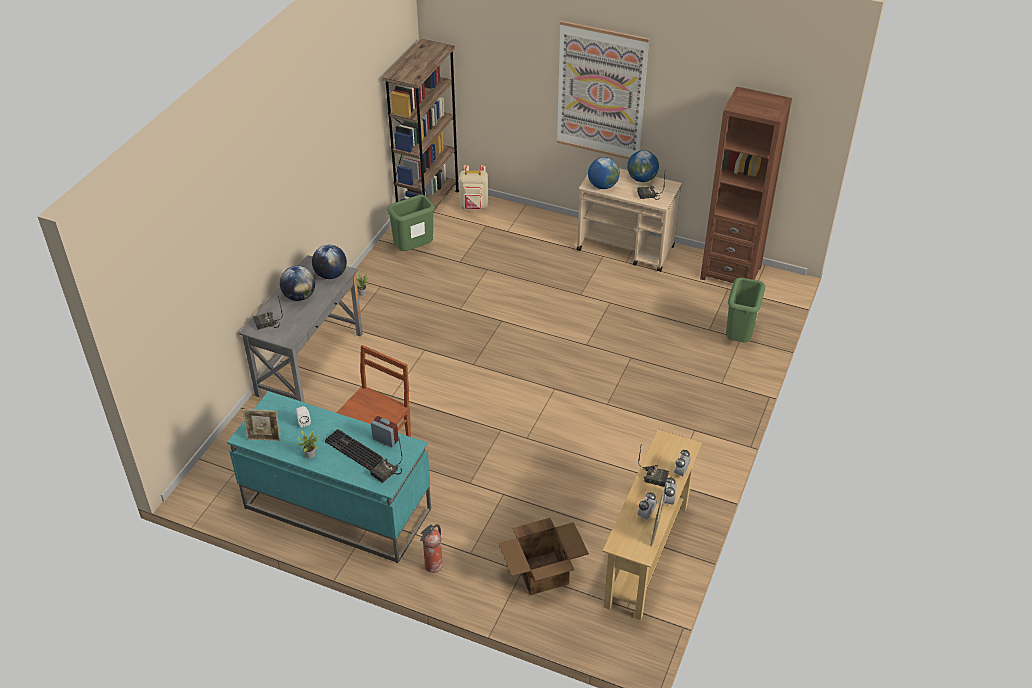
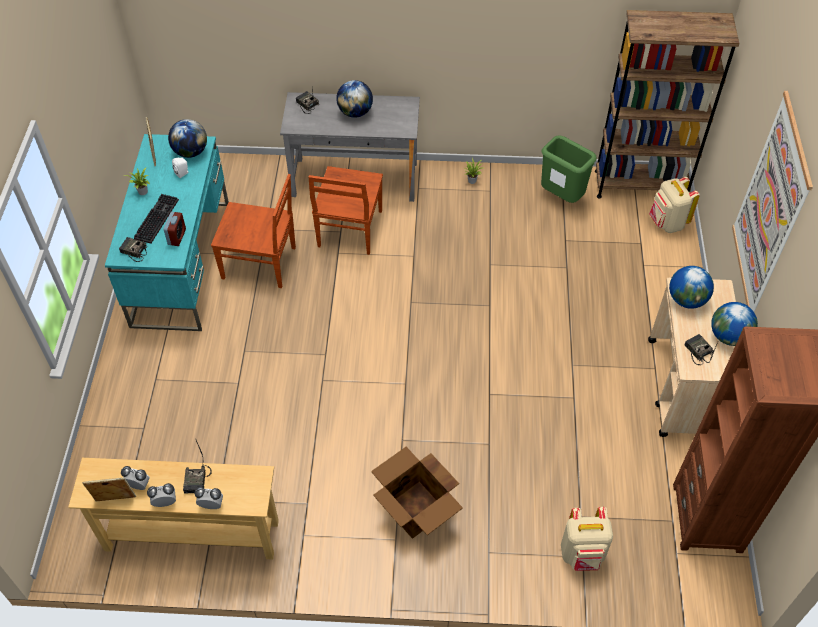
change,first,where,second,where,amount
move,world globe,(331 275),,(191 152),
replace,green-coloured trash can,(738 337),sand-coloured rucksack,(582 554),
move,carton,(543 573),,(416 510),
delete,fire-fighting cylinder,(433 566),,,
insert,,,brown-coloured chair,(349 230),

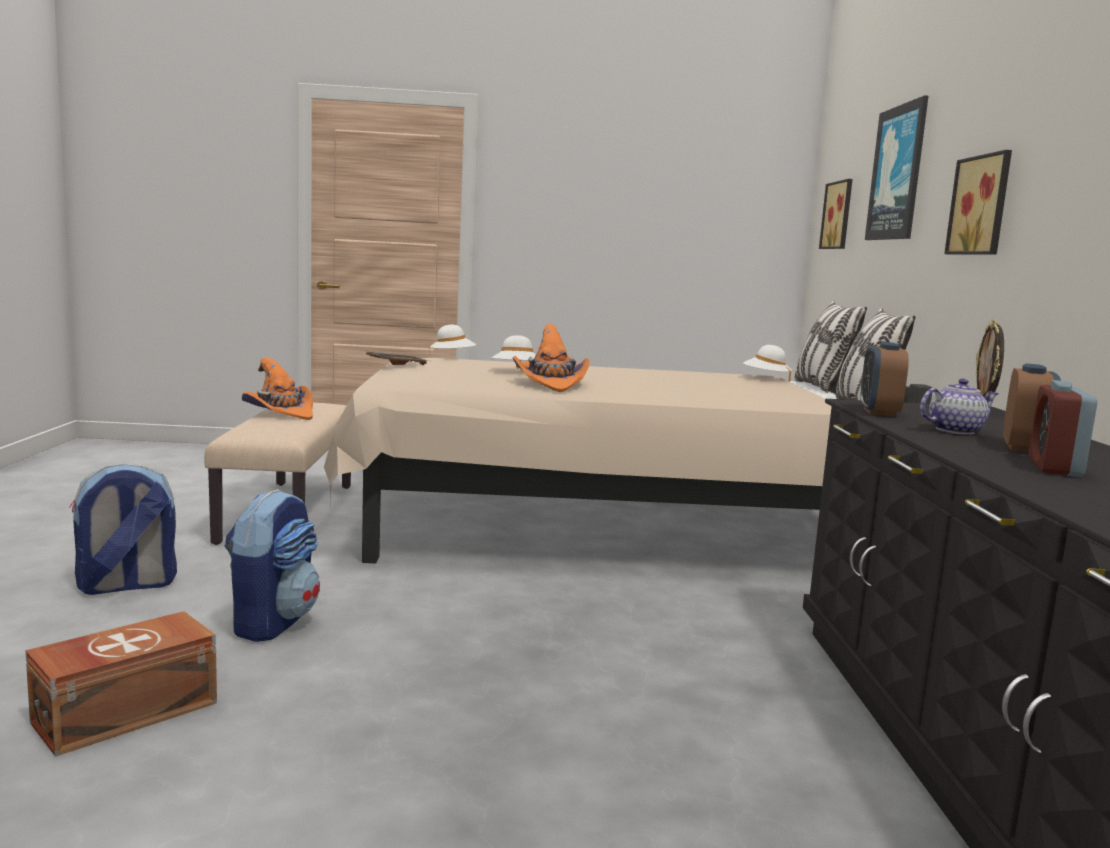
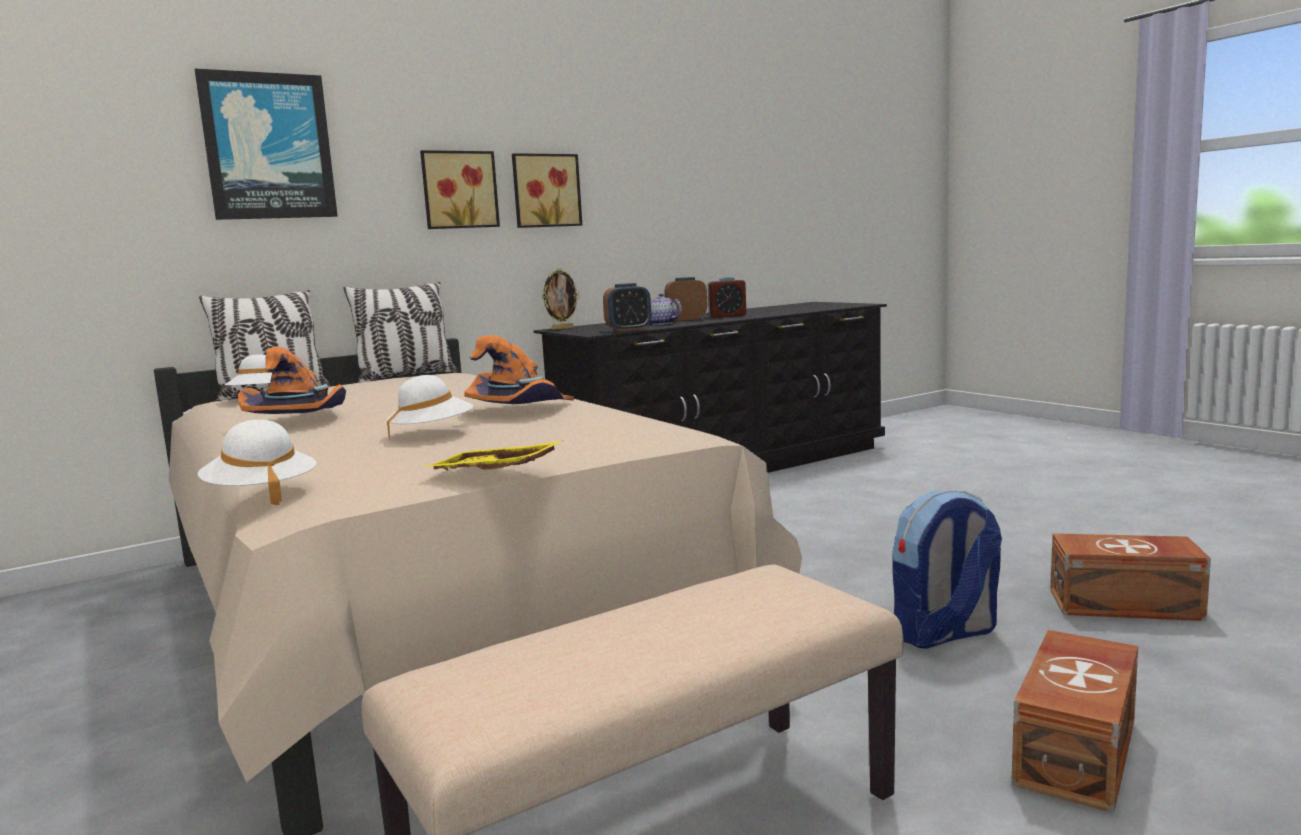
change,first,where,second,where,amount
move,wall art,(839 215),,(545 191),
recolor,grey tray,(395 364),yellow tray,(494 473),
move,orange hat,(280 413),,(299 420),
replace,rucksack,(126 585),brown-coloured storage container,(1079 751),

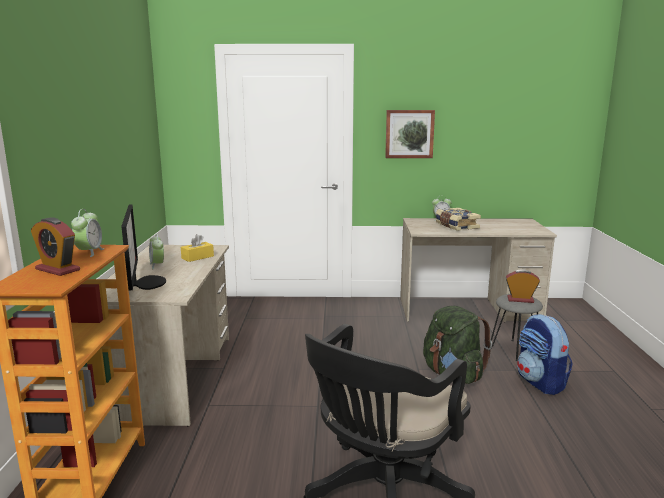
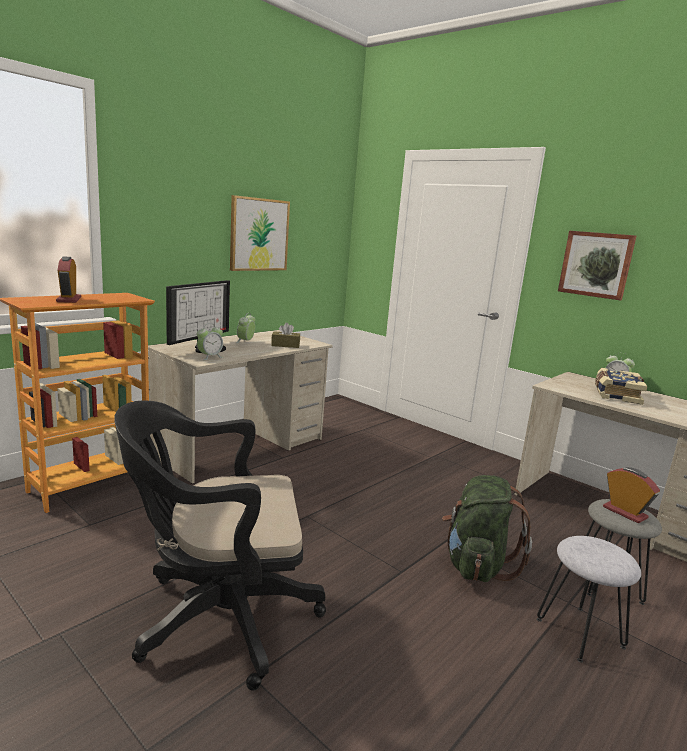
change,first,where,second,where,amount
move,alarm clock,(89 252),,(210 357),
recolor,yellow tissue holder,(197 257),brown-coloured tissue holder,(285 345),
replace,rucksack,(540 382),grey sitting stool,(580 633),
insert,,,wall art,(259 234),

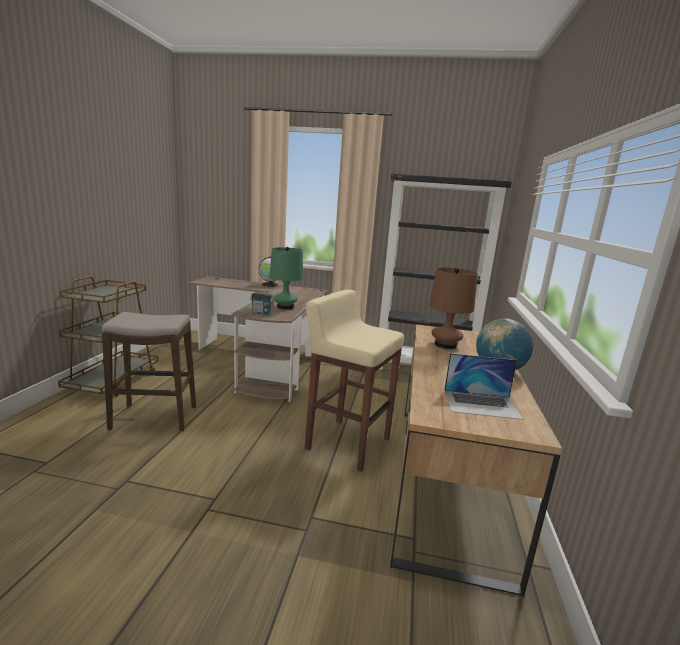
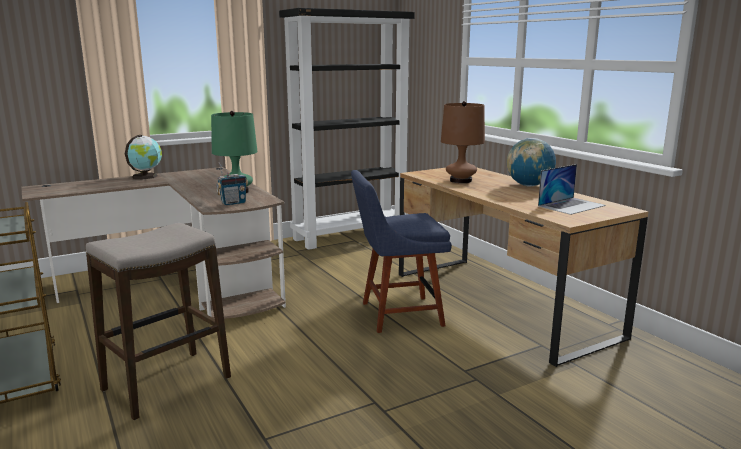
change,first,where,second,where,amount
replace,sand-coloured sitting stool,(347 443),bluish chair,(397 314),

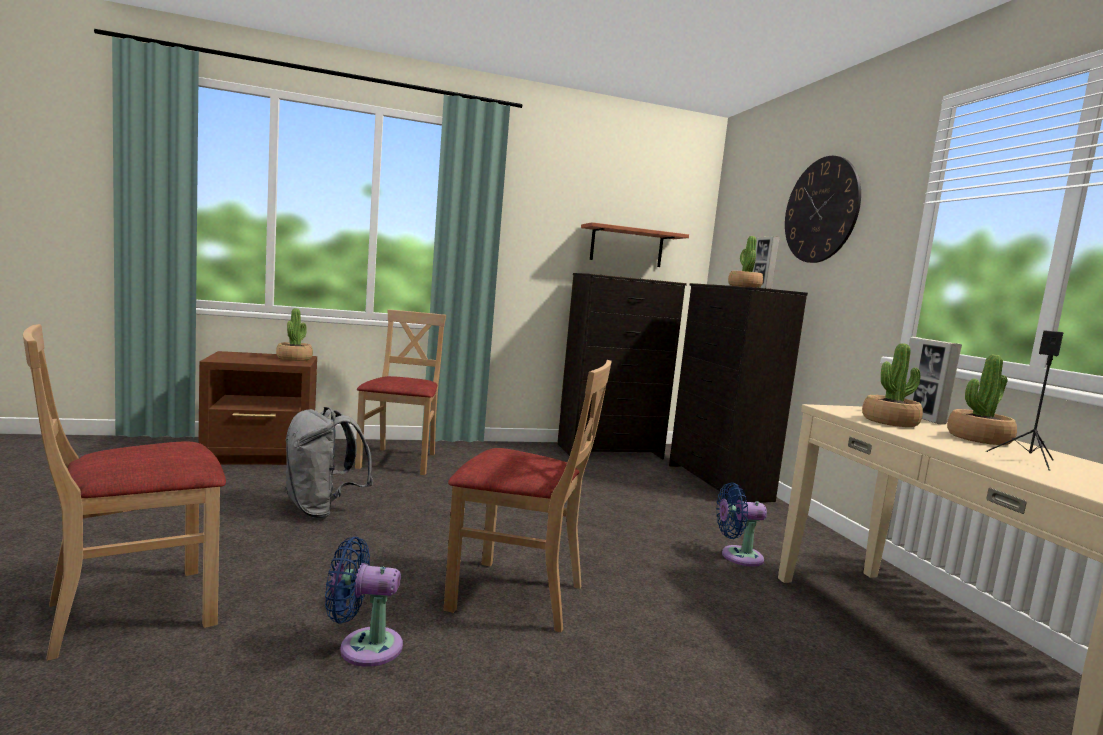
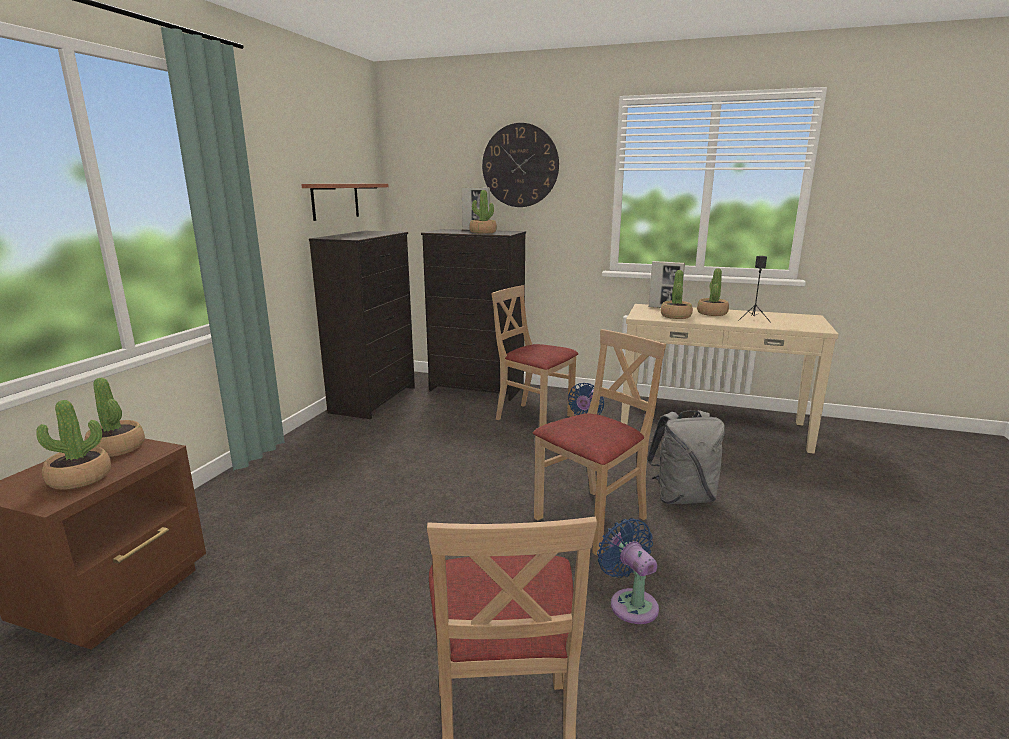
change,first,where,second,where,amount
move,sand-coloured chair,(399 461),,(534 418),
move,grey rucksack,(322 509),,(682 497),
rotate,bluish cooling fan,(364 646),,(630 603),120 degrees clockwise
insert,,,plant in a pot,(80 478),

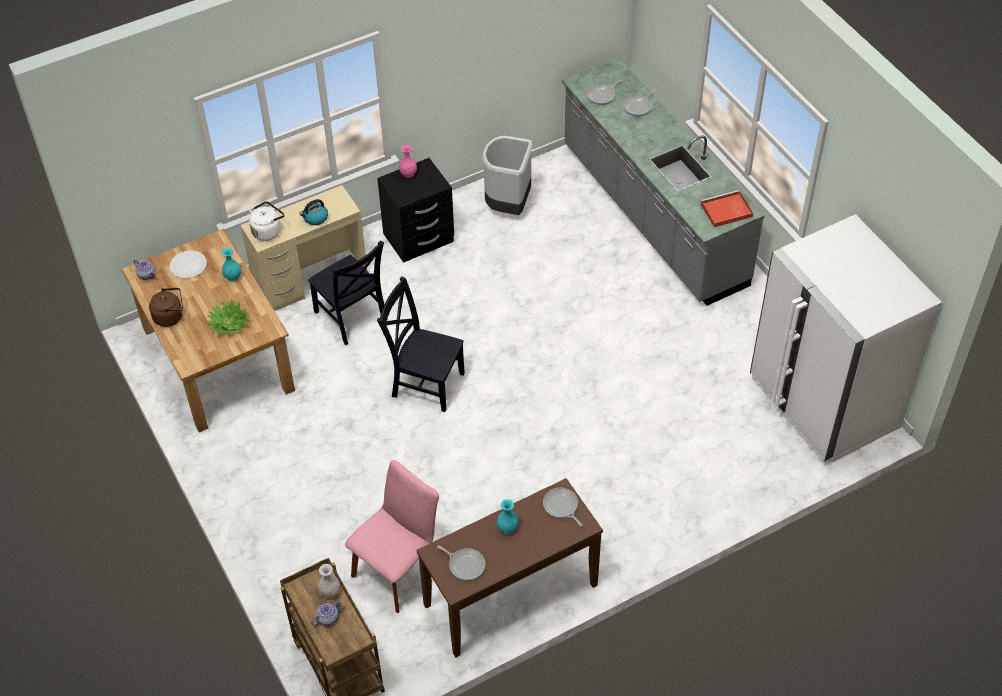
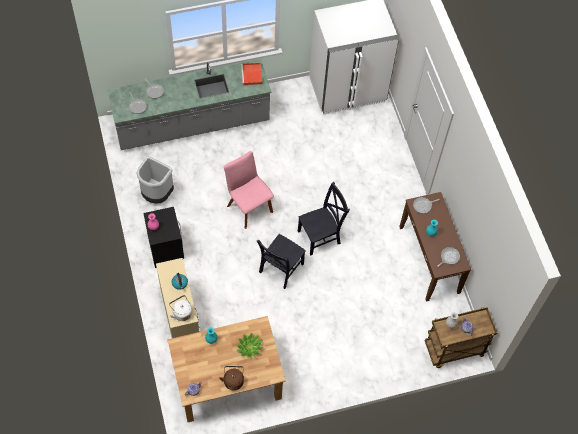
change,first,where,second,where,amount
move,black-coloured chair,(352 318),,(321 236),
delete,whitish dinner plate,(188 265),,,
move,pinkish chair,(398 570),,(248 207),

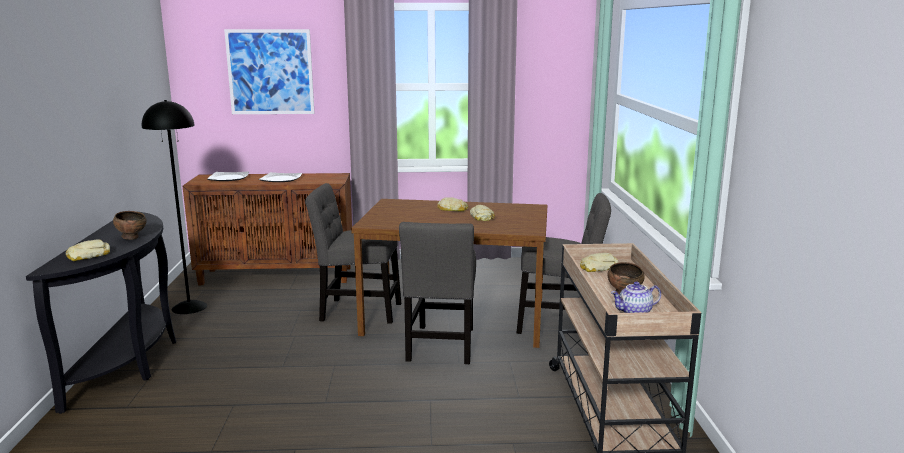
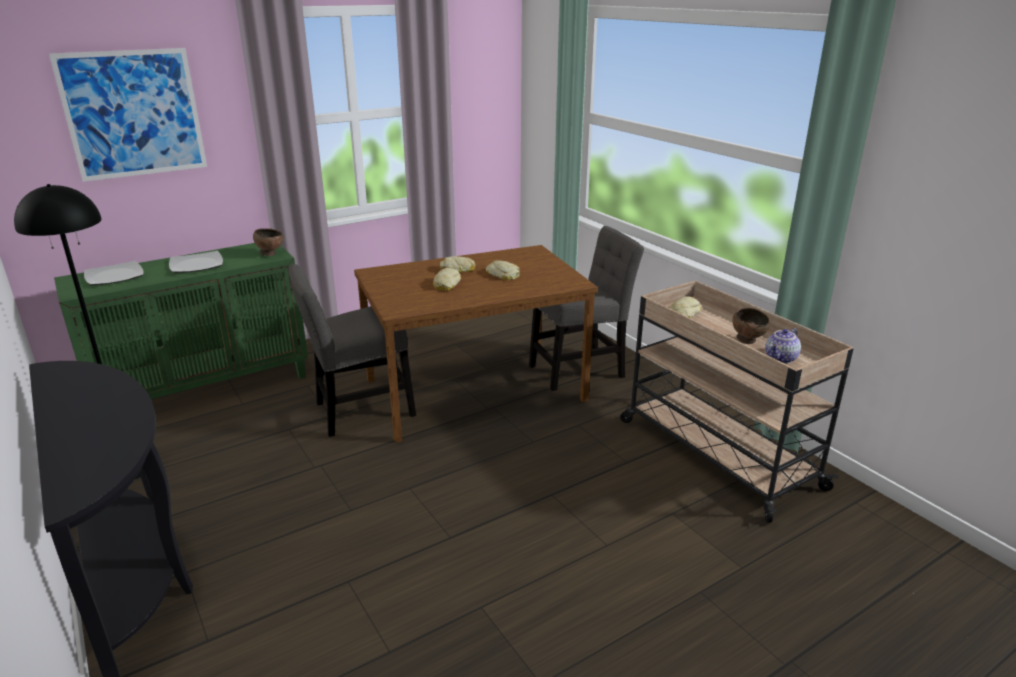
change,first,where,second,where,amount
recolor,brown-coloured storage cabinet,(278 276),green-coloured storage cabinet,(206 389),
move,brown-coloured deep dish,(132 238),,(270 254),
delete,grey chair,(441 347),,,
move,bread,(88 255),,(445 284),

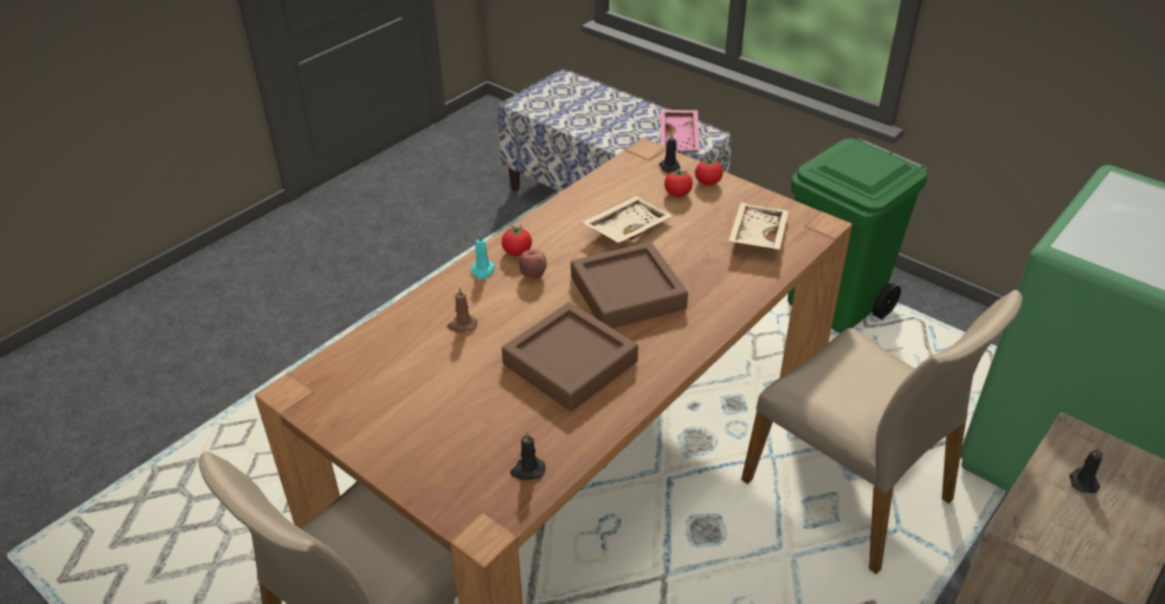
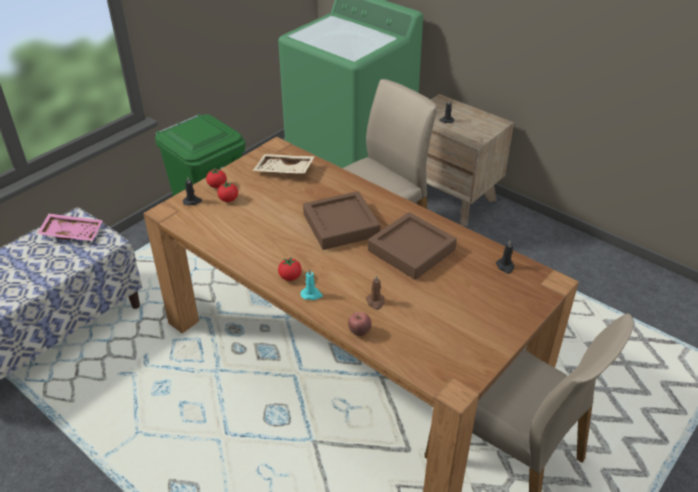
change,first,where,second,where,amount
delete,sand-coloured tray,(626 228),,,
move,apple fruit,(533 276),,(359 332),

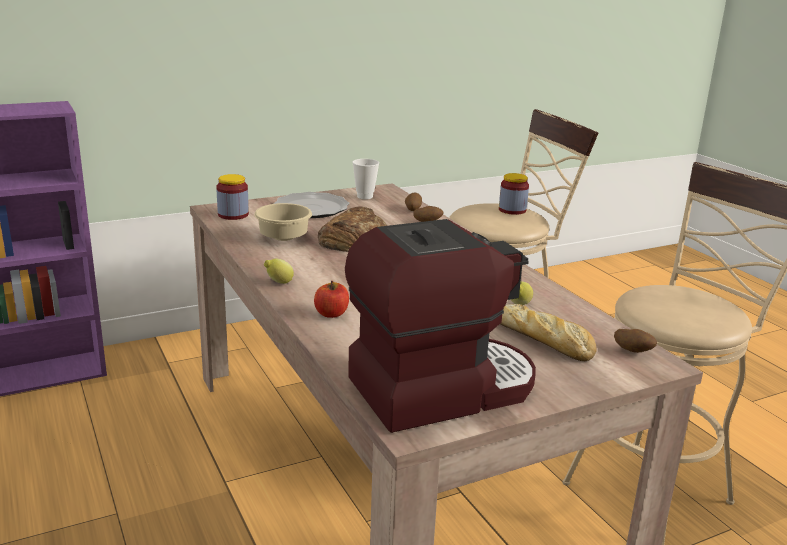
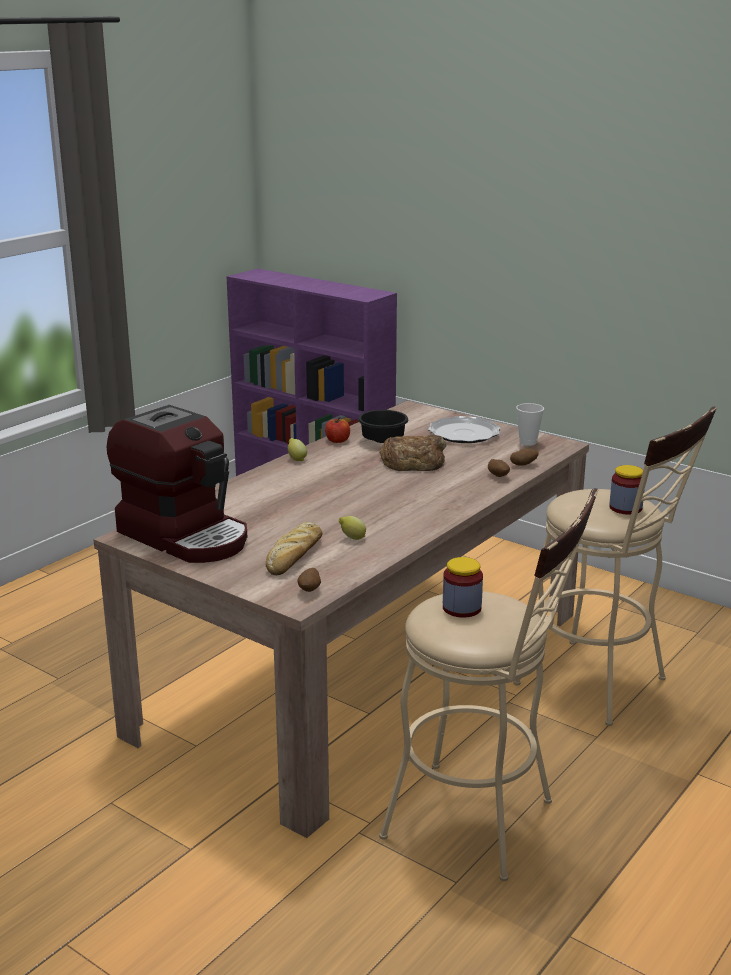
change,first,where,second,where,amount
move,storage jar,(233 215),,(461 608),
recolor,sand-coloured deep dish,(285 237),black-coloured deep dish,(384 441),
move,apple fruit,(331 314),,(337 441),

